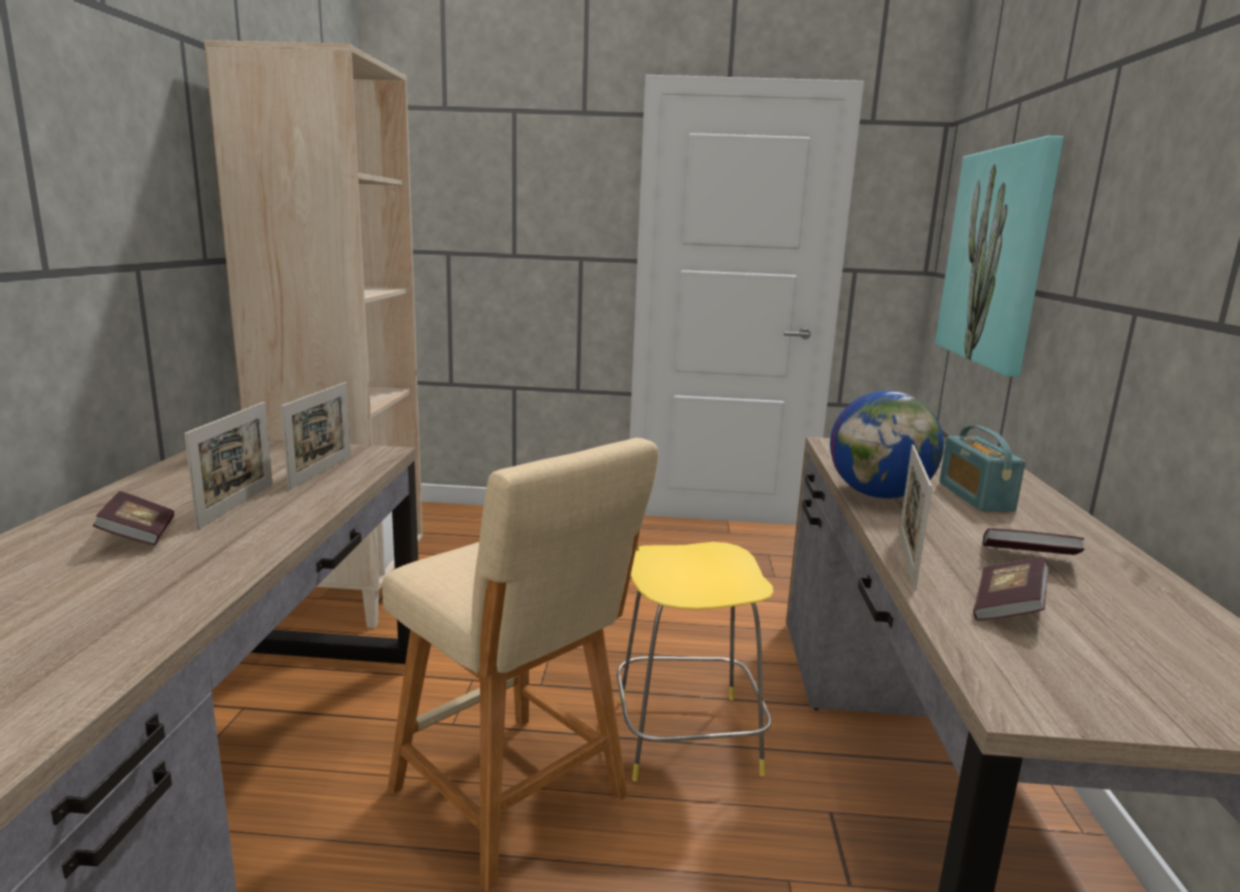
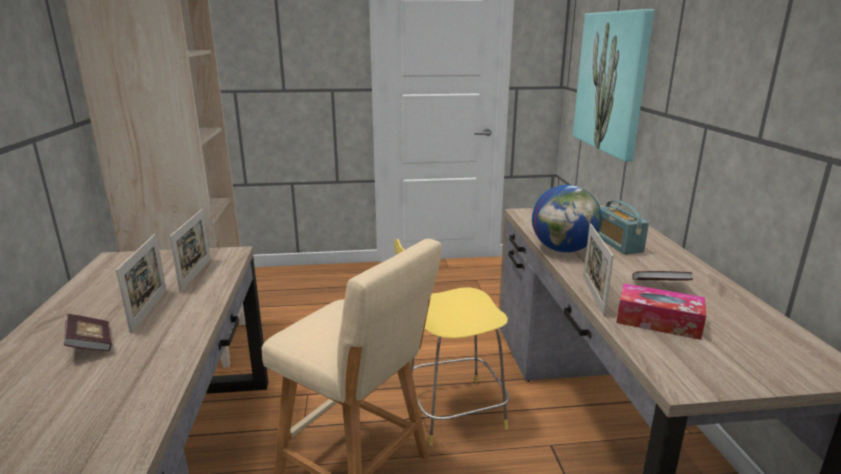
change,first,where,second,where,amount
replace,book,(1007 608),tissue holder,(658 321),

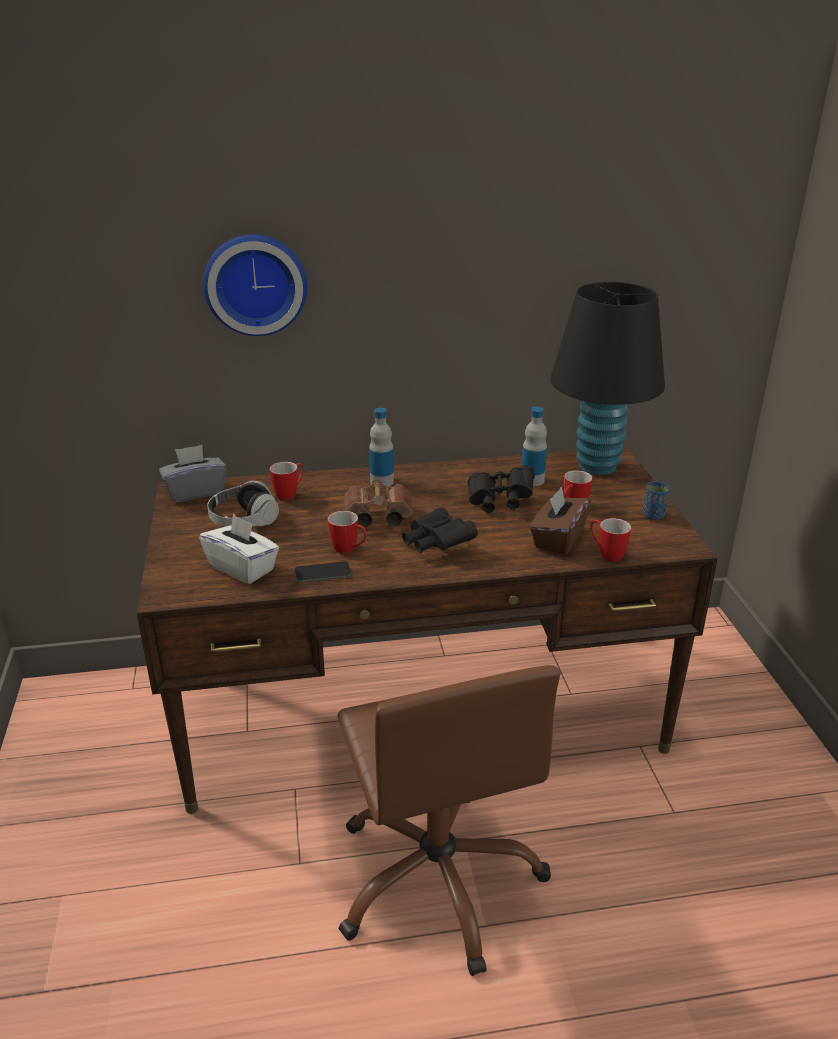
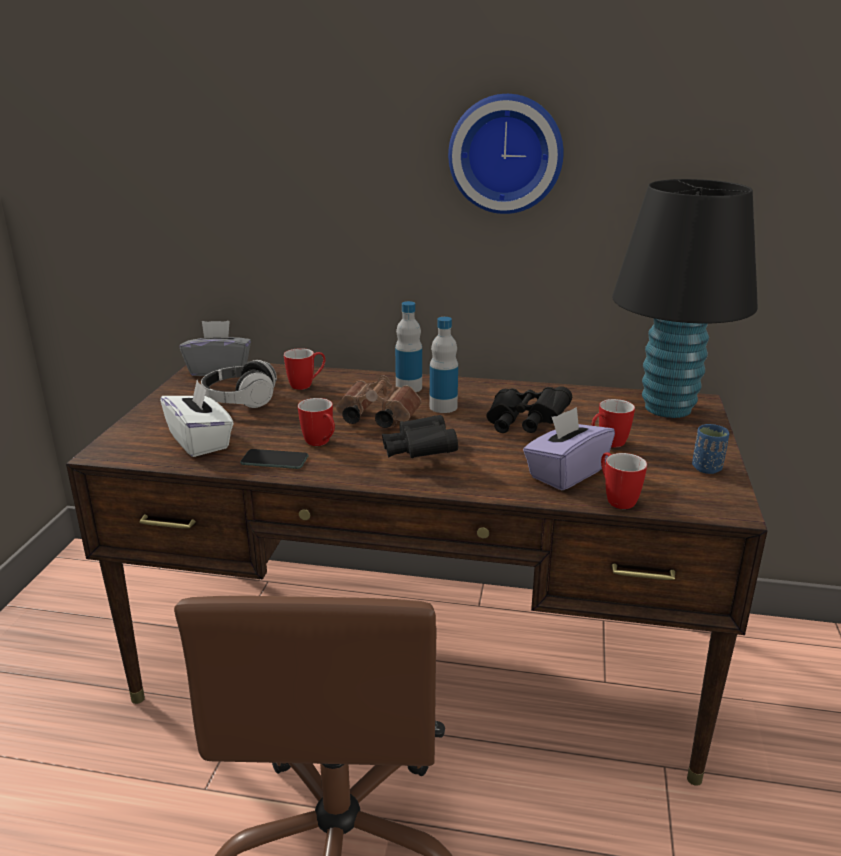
change,first,where,second,where,amount
move,clock on the wall,(255 283),,(506 154),
move,beverage bottle,(532 480),,(443 407),
recolor,brown-coloured tissue holder,(558 539),purplish tissue holder,(565 473),

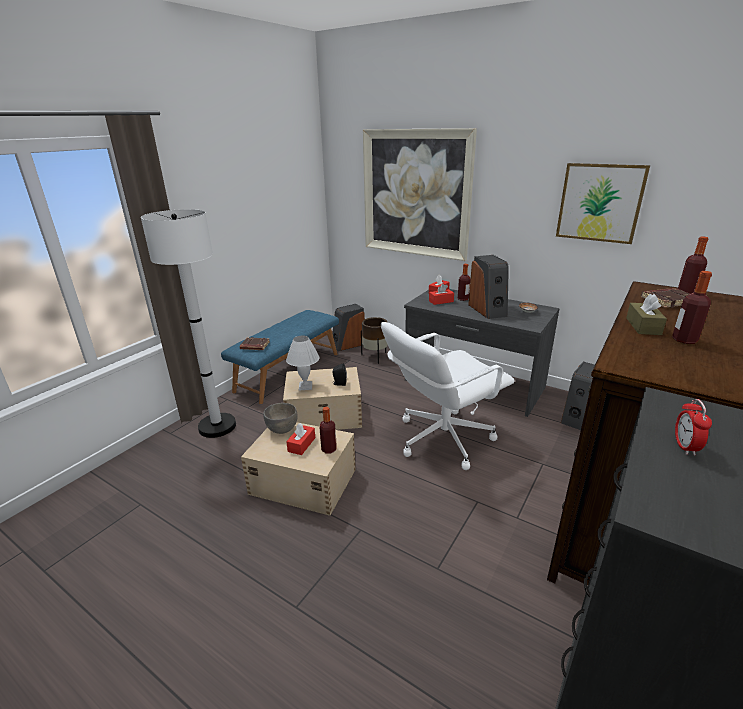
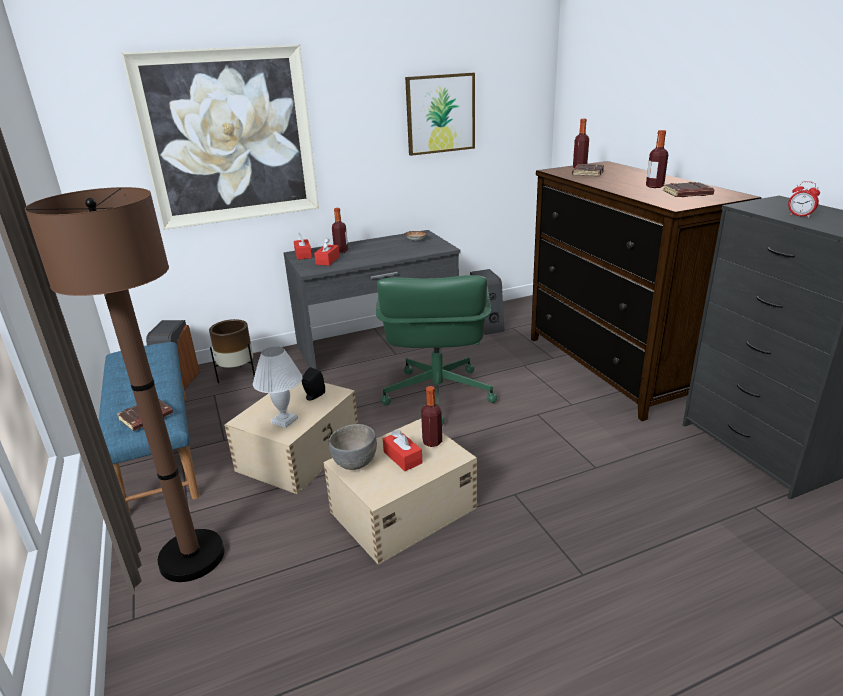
change,first,where,second,where,amount
recolor,whitish standard lamp,(217 426),brown-coloured standard lamp,(192 557),
delete,speaker,(488 310),,,
delete,brown-coloured tissue holder,(643 326),,,
recolor,whitish desk chair,(442 438),green-coloured desk chair,(437 395),
insert,,,brown-coloured book,(687 194),

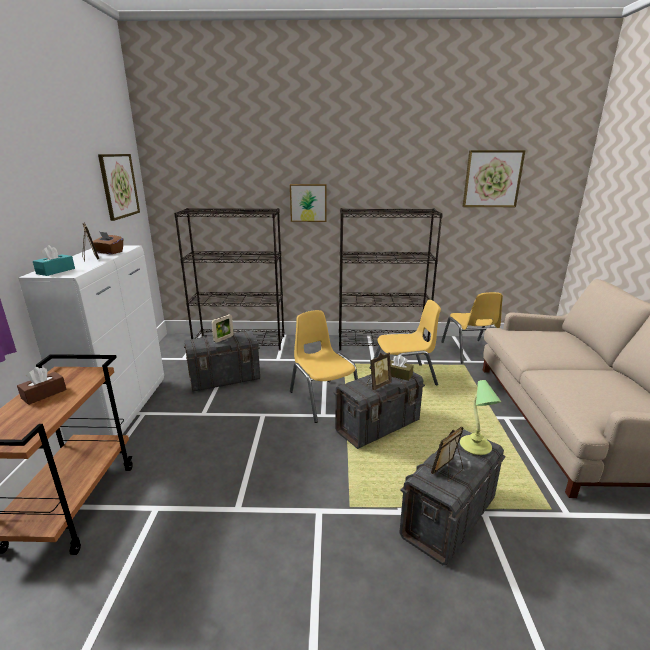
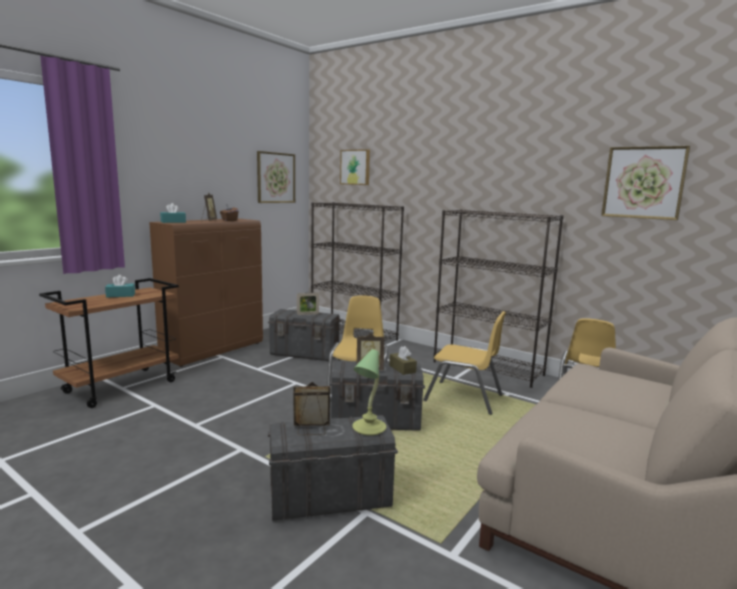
change,first,where,second,where,amount
move,wall art,(308 202),,(355 167),
recolor,whitish storage cabinet,(122 409),brown-coloured storage cabinet,(214 351),
recolor,brown-coloured tissue holder,(44 394),turquoise tissue holder,(120 295),

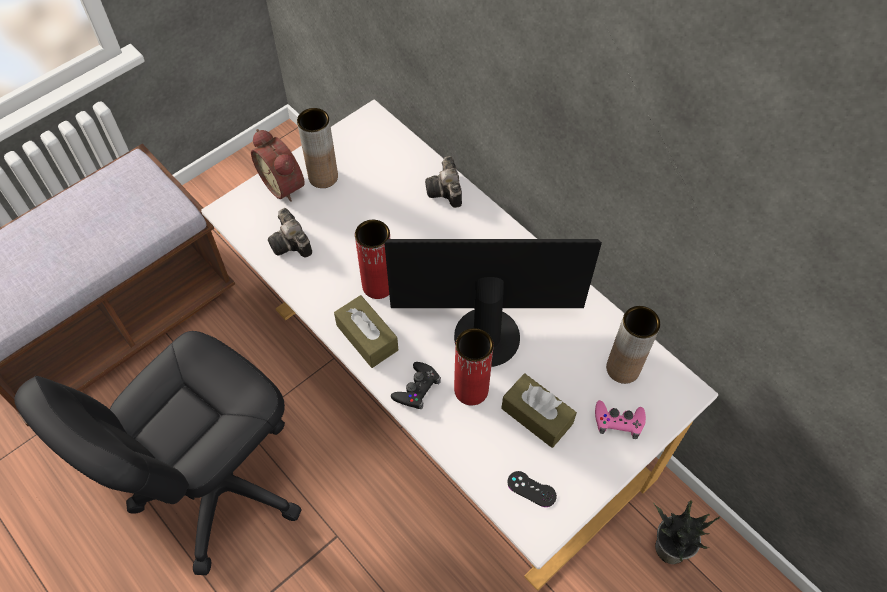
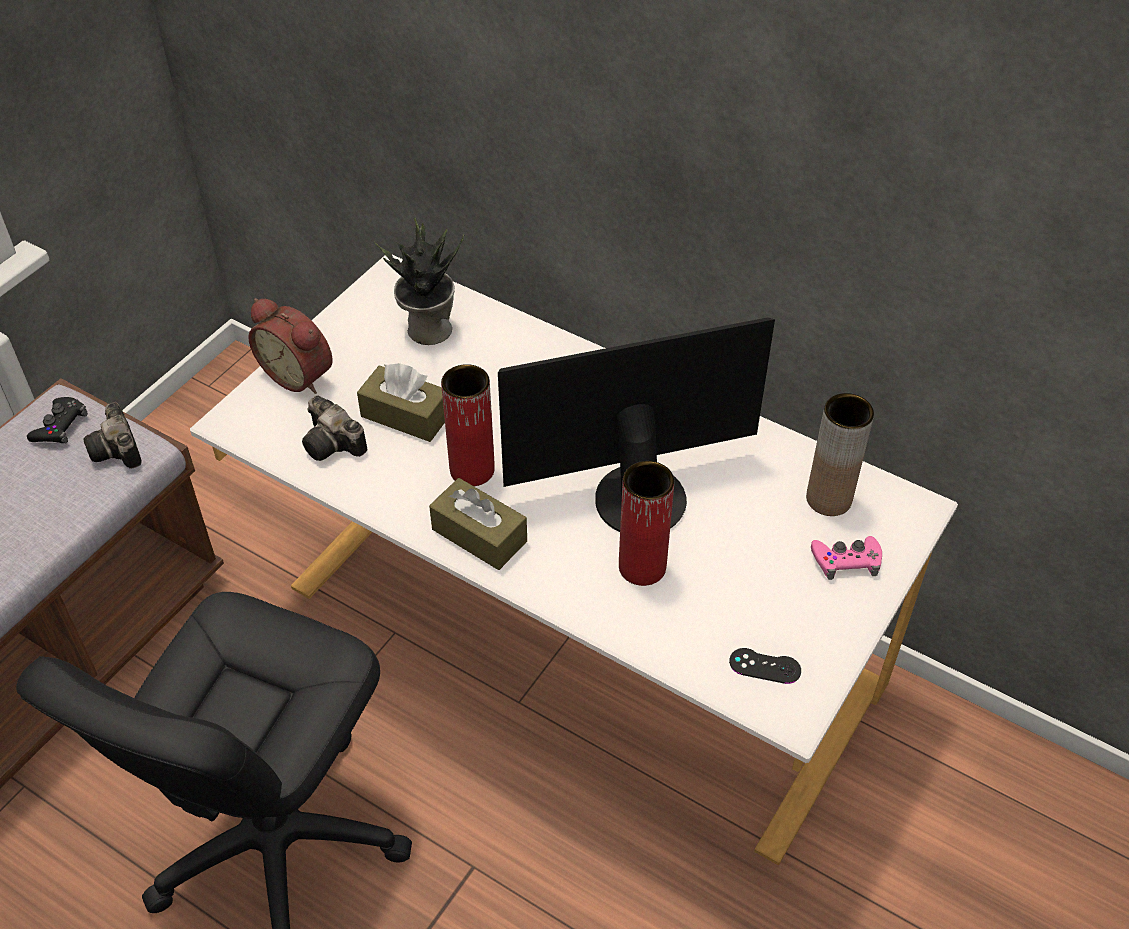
change,first,where,second,where,amount
delete,brown-coloured vase,(323 177),,,
move,still camera,(446 192),,(118 451),
move,black-coloured game controller,(417 388),,(60 426),
move,brown-coloured tissue holder,(537 416),,(406 415),
move,plant in a pot,(669 548),,(427 330),

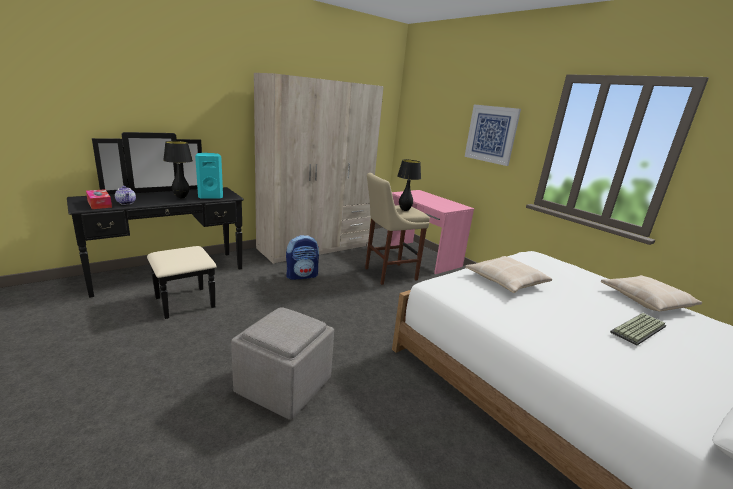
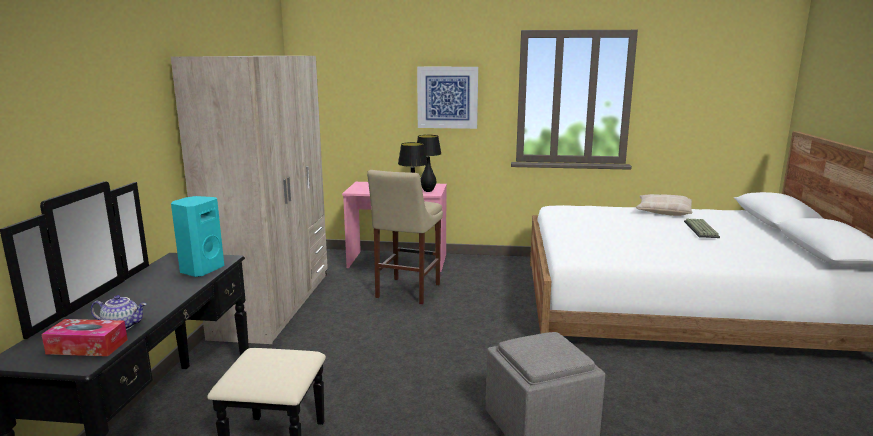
change,first,where,second,where,amount
move,black-coloured tabletop lamp,(181 197),,(428 191),
delete,rucksack,(302 275),,,
delete,sand-coloured cushion,(505 281),,,

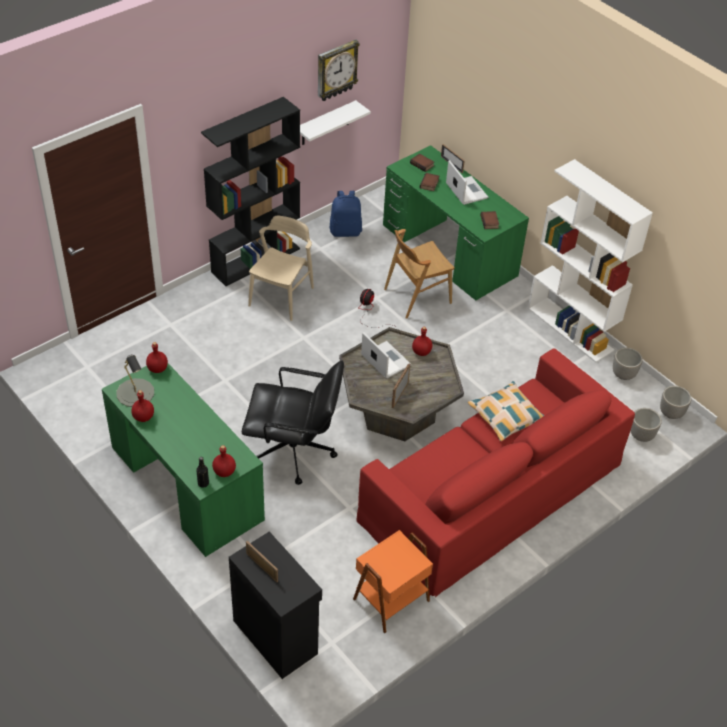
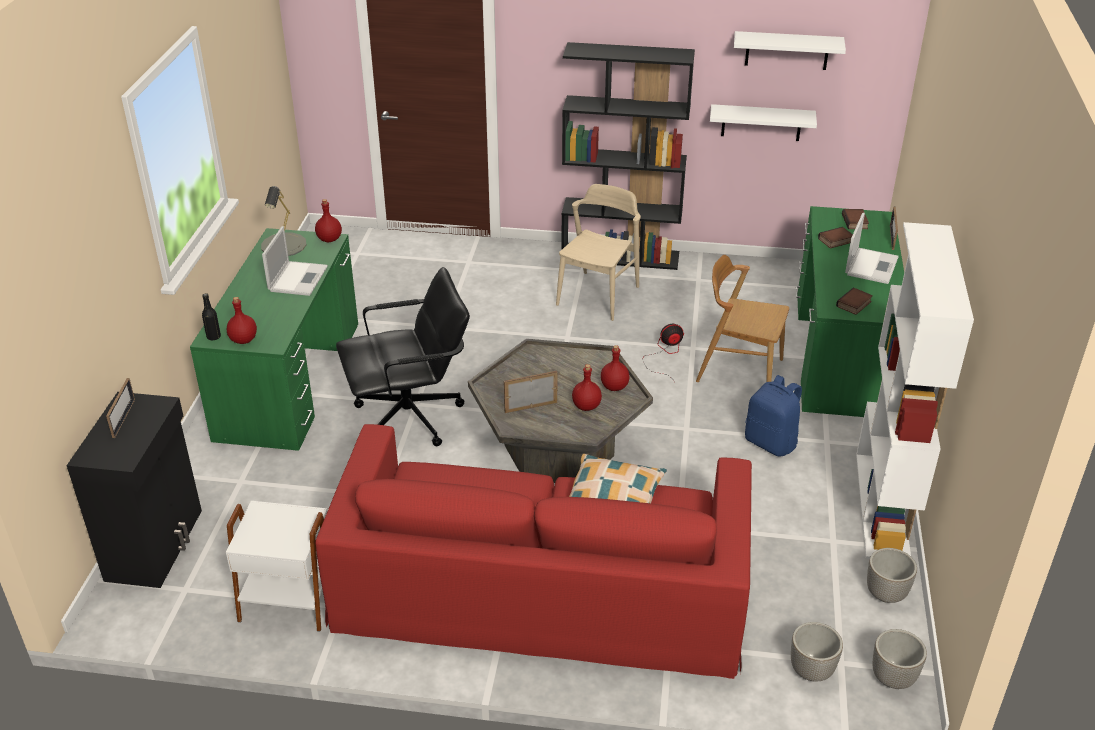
change,first,where,second,where,amount
replace,clock on the wall,(336 70),whitish bracket shelf,(787 50),
move,bluish rucksack,(345 231),,(771 443),
rotate,sand-coloured chair,(281 297),,(598 296),45 degrees counterclockwise
move,notebook computer,(385 360),,(298 278),
rotate,black-coloured desk chair,(294 452),,(410 418),75 degrees counterclockwise
move,red beverage bottle,(144 417),,(587 406),
recolor,orange side table,(390 598),whitish side table,(290 598),

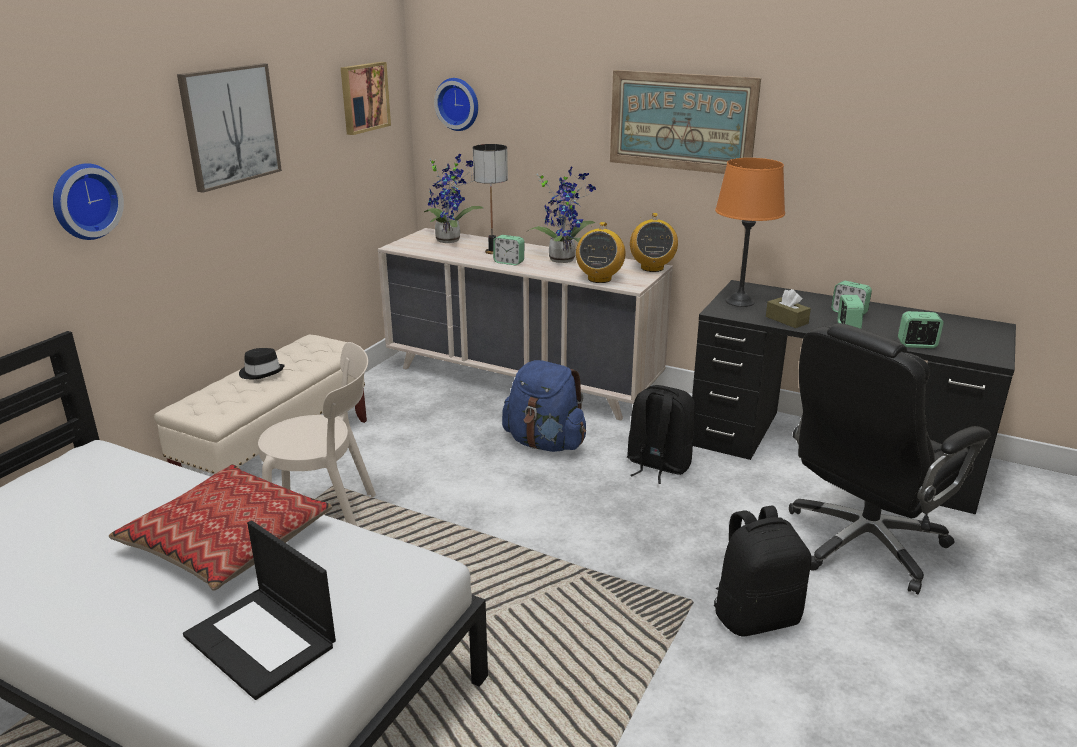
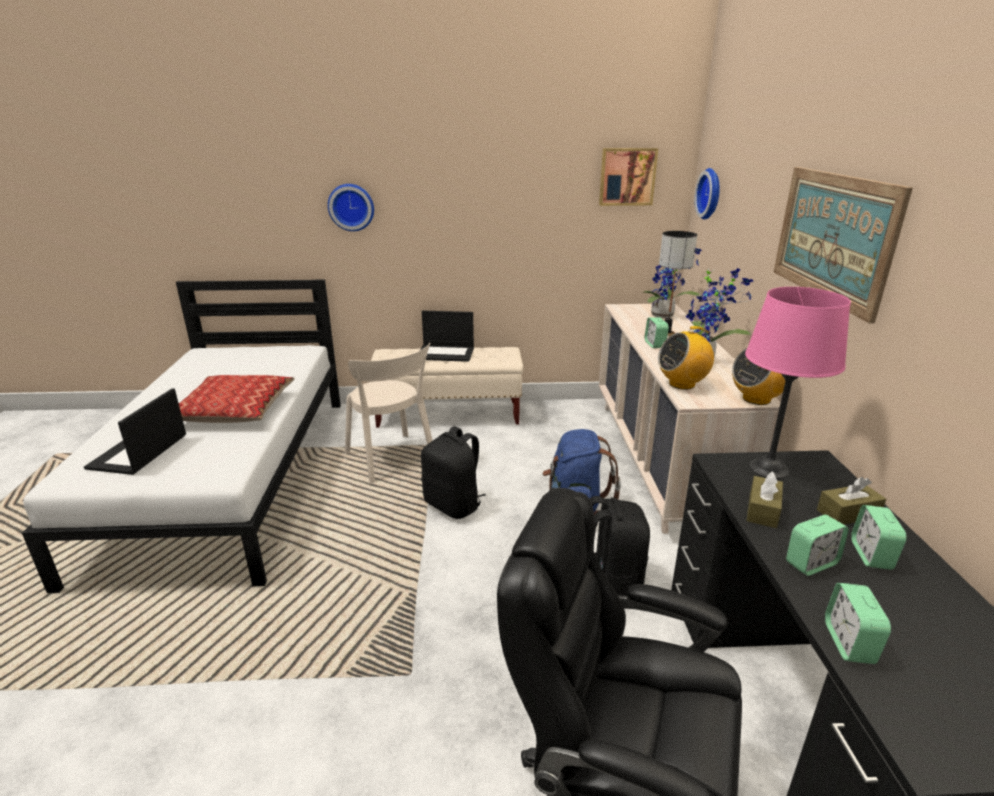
change,first,where,second,where,amount
delete,wall art,(230 126),,,
recolor,orange tabletop lamp,(739 301),pinkish tabletop lamp,(768 468),
rotate,alarm clock,(917 345),,(848 643),150 degrees counterclockwise
replace,black-coloured hat,(261 372),notebook computer,(446 353),
move,black-coloured rucksack,(755 616),,(454 505),
insert,,,brown-coloured tissue holder,(848 513),

